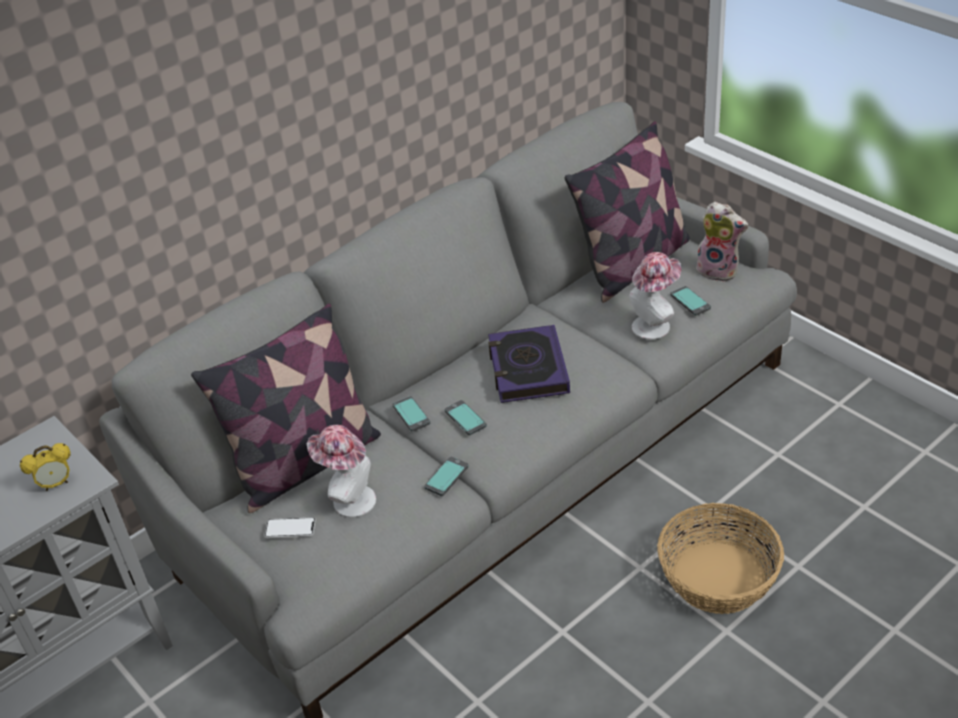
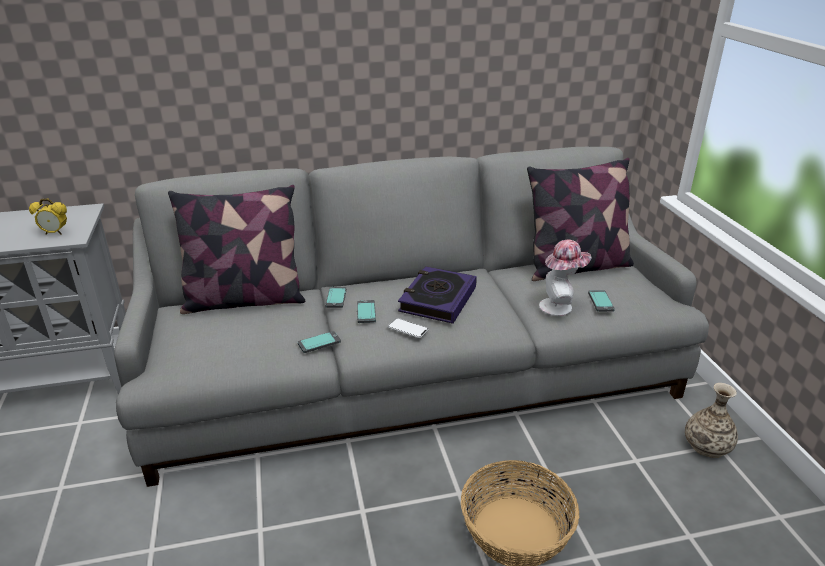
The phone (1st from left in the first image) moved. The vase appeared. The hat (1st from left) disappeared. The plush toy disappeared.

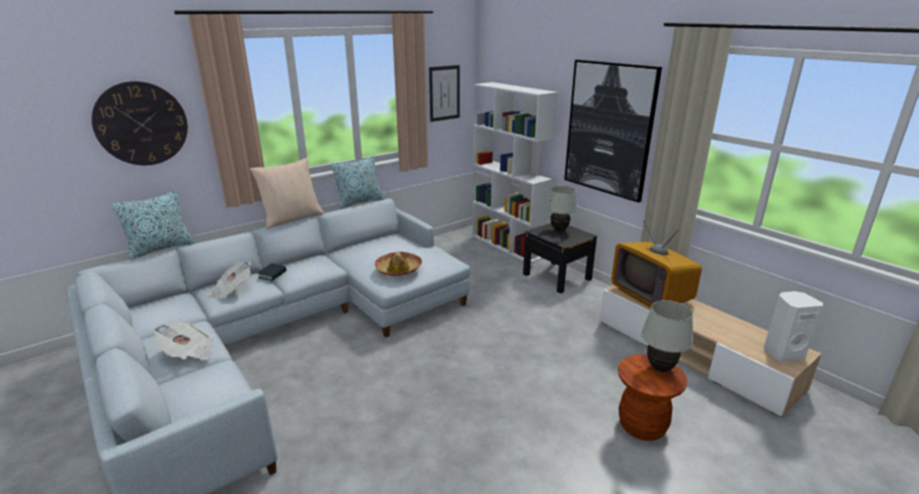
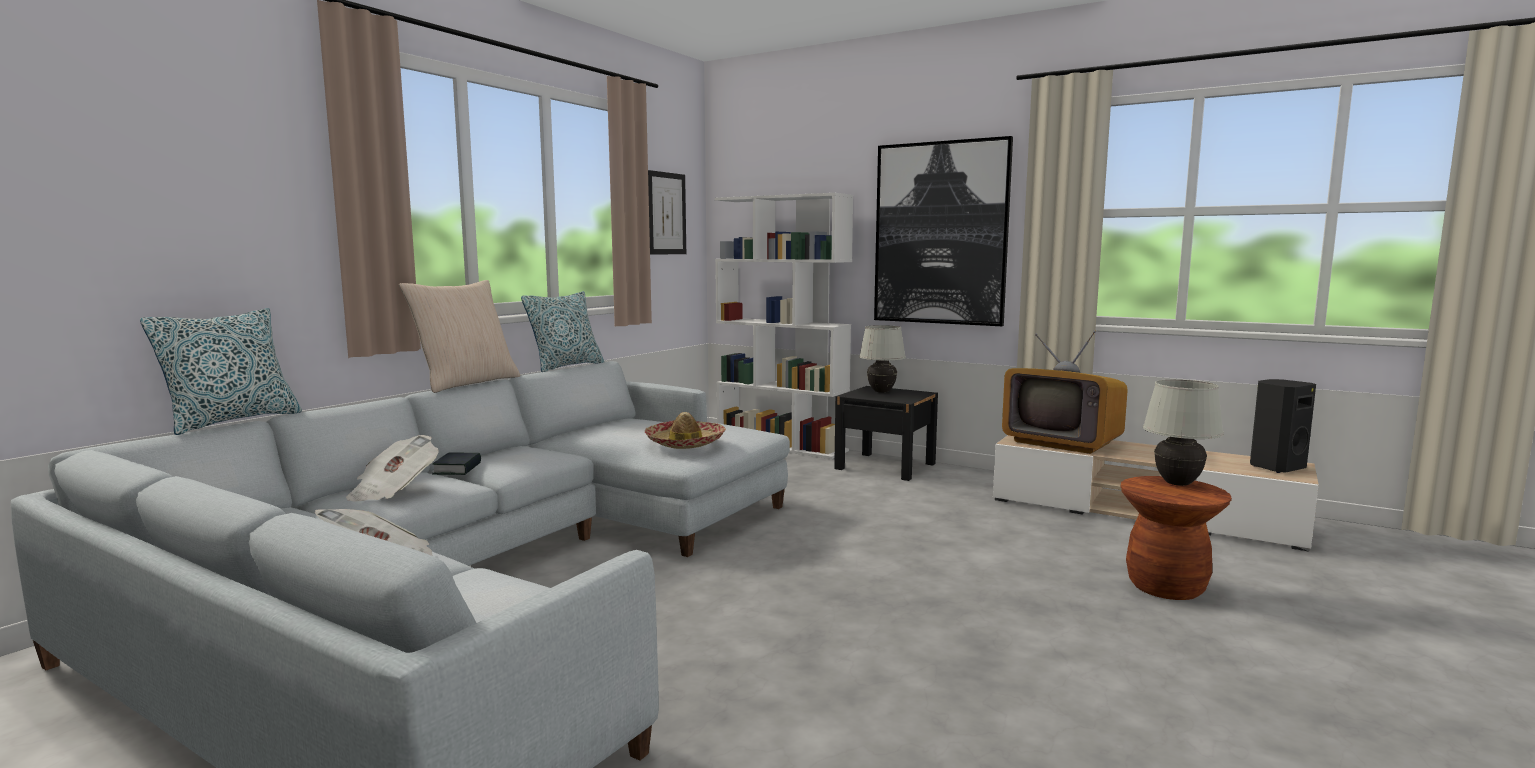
The white speaker became the black speaker. The wall clock disappeared.

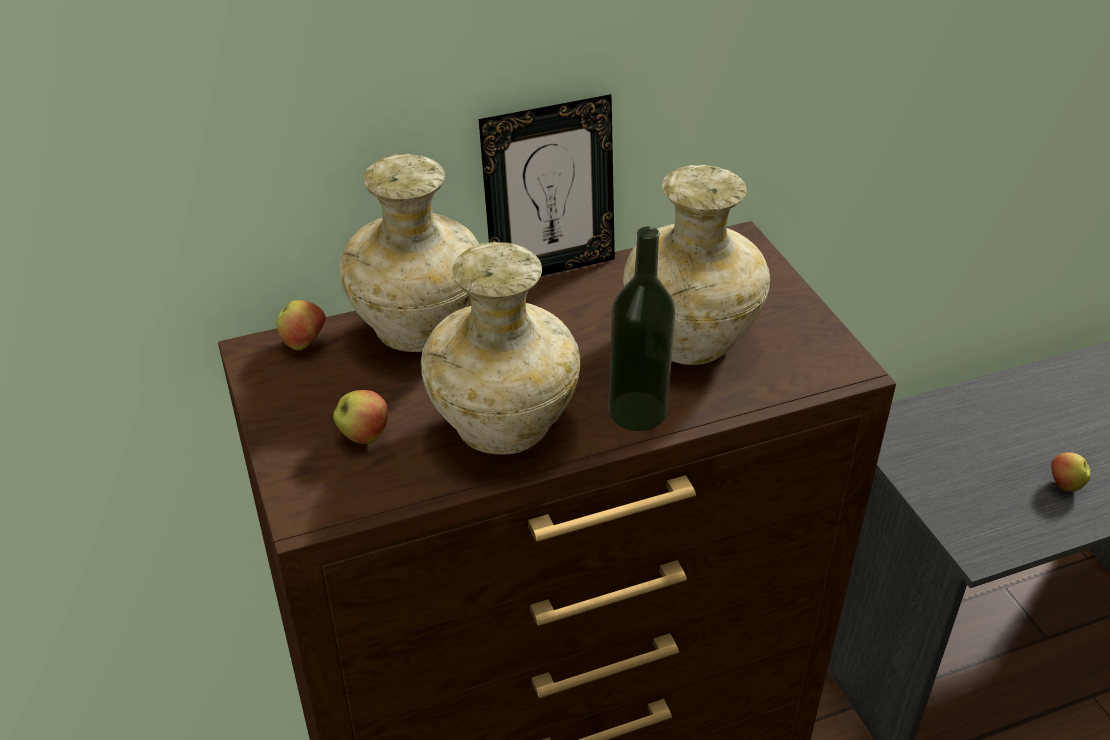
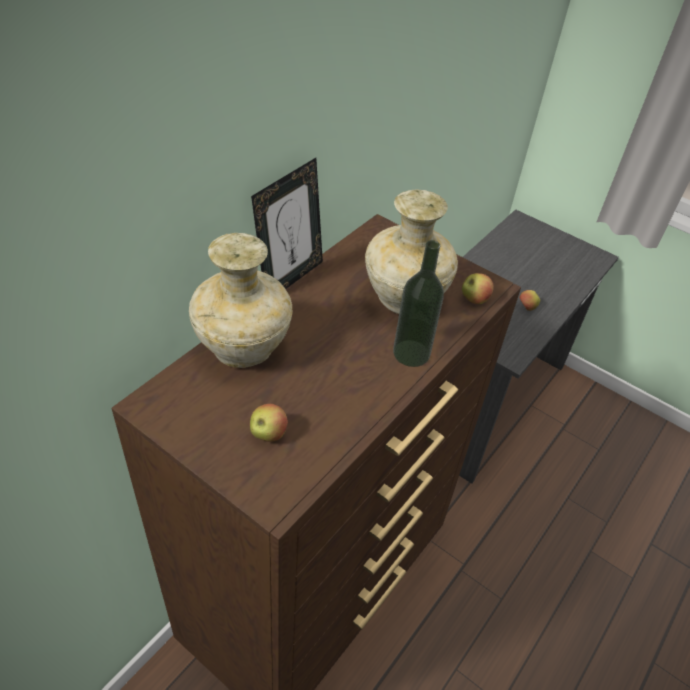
The apple (1st from left in the first image) moved. The beige vase (2nd from left) disappeared.

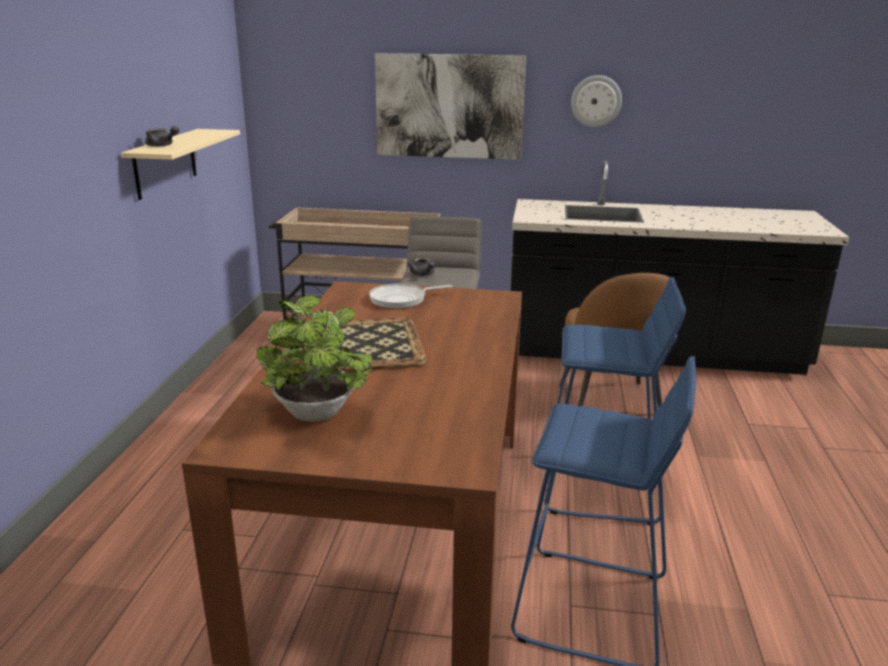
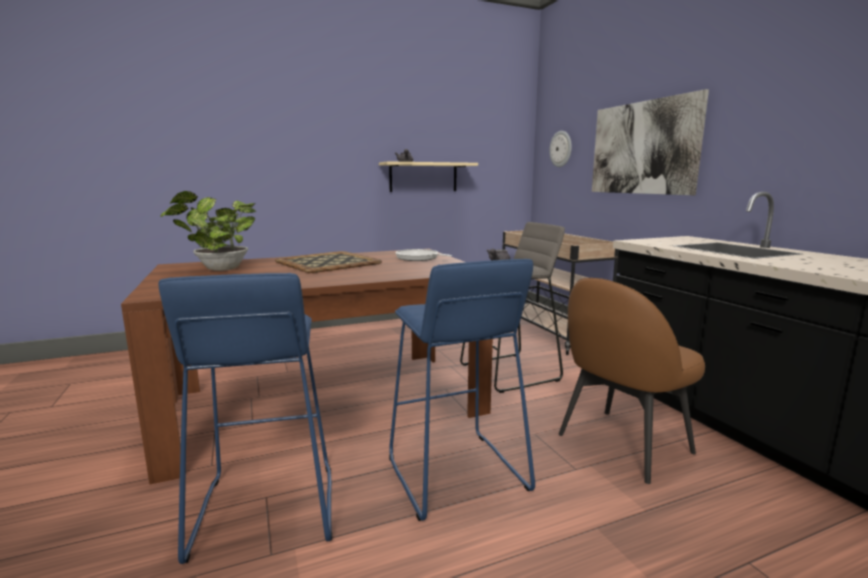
The wall clock moved.

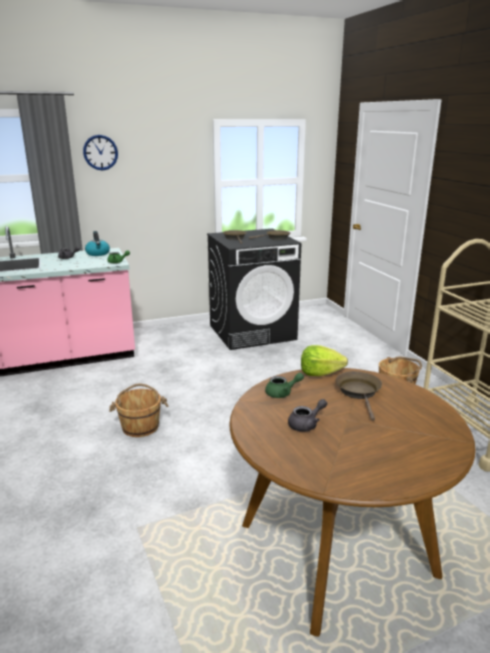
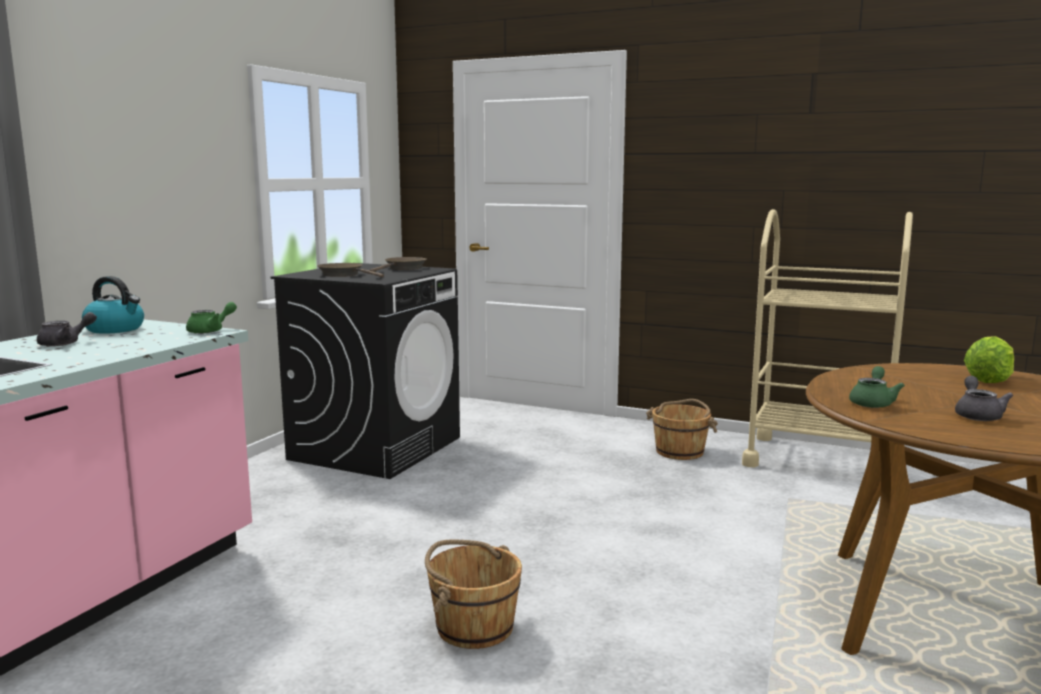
The lettuce moved. The wall clock disappeared. The brown frying pan (3rd from left) disappeared.

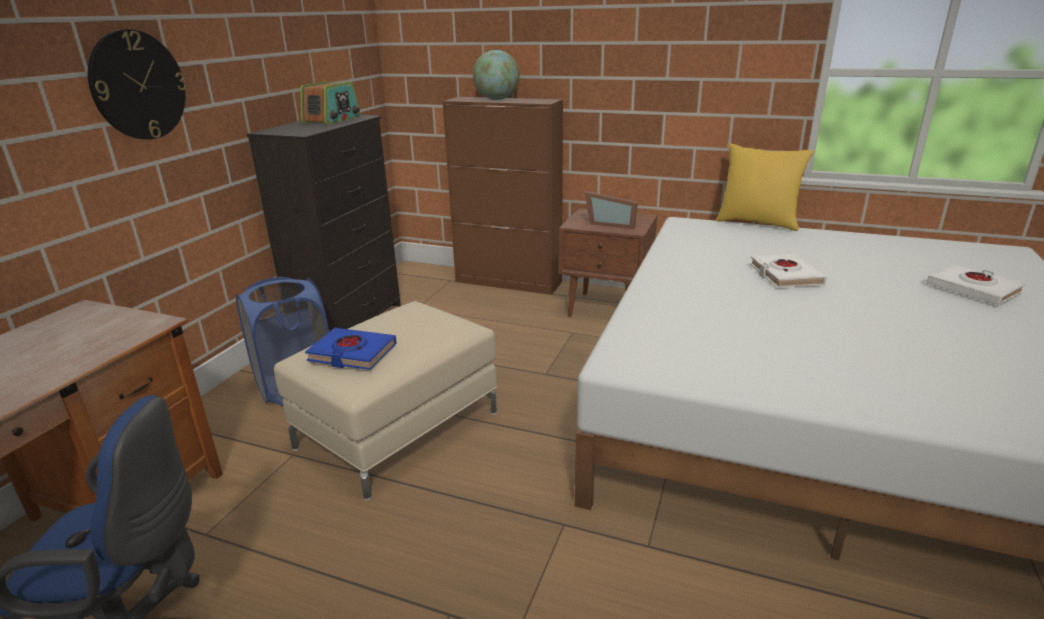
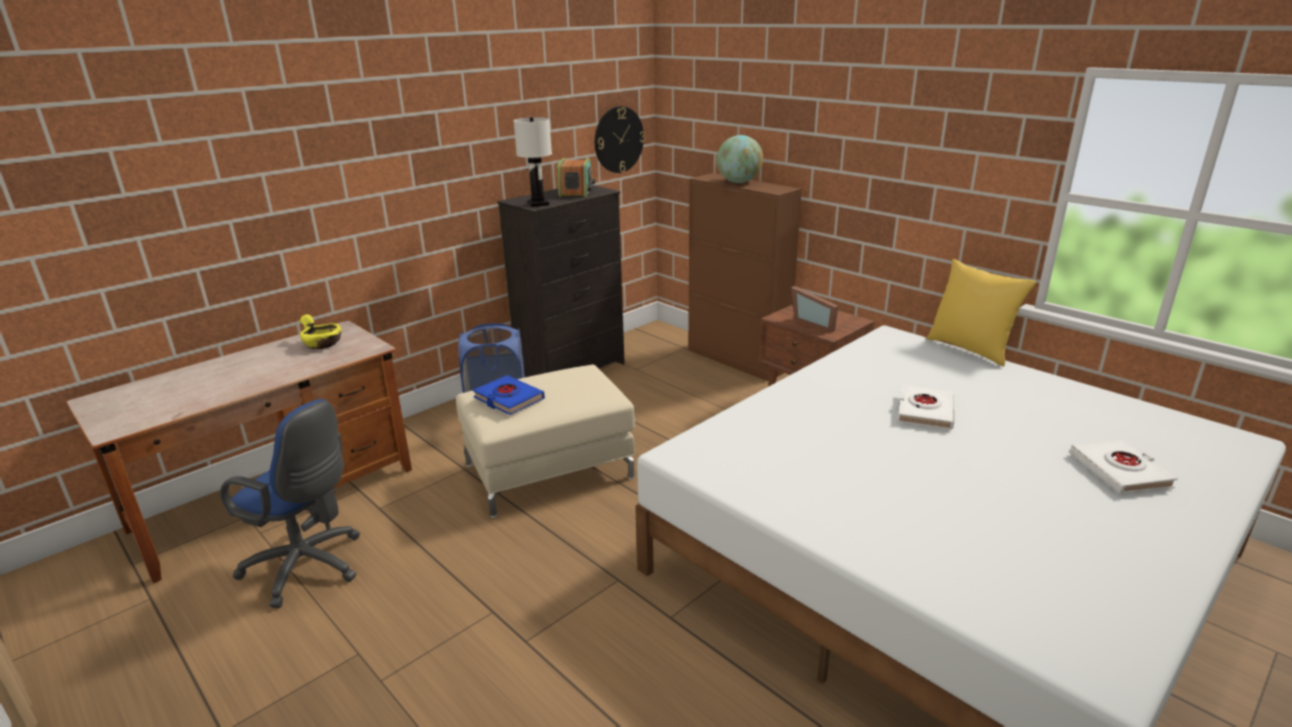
The yellow bowl appeared. The white table lamp appeared. The radio turned 45 degrees counterclockwise. The wall clock moved.

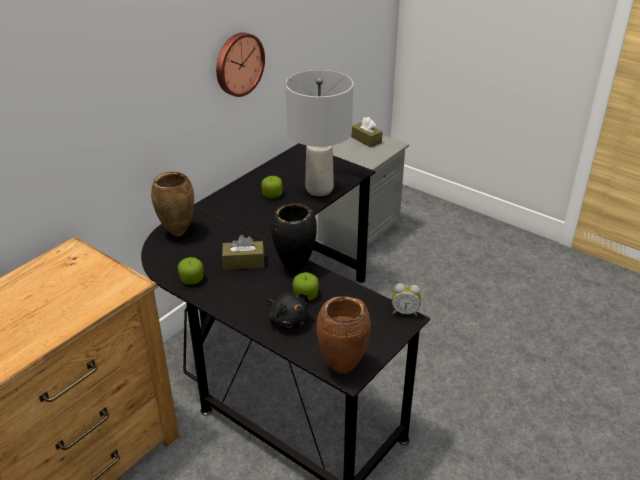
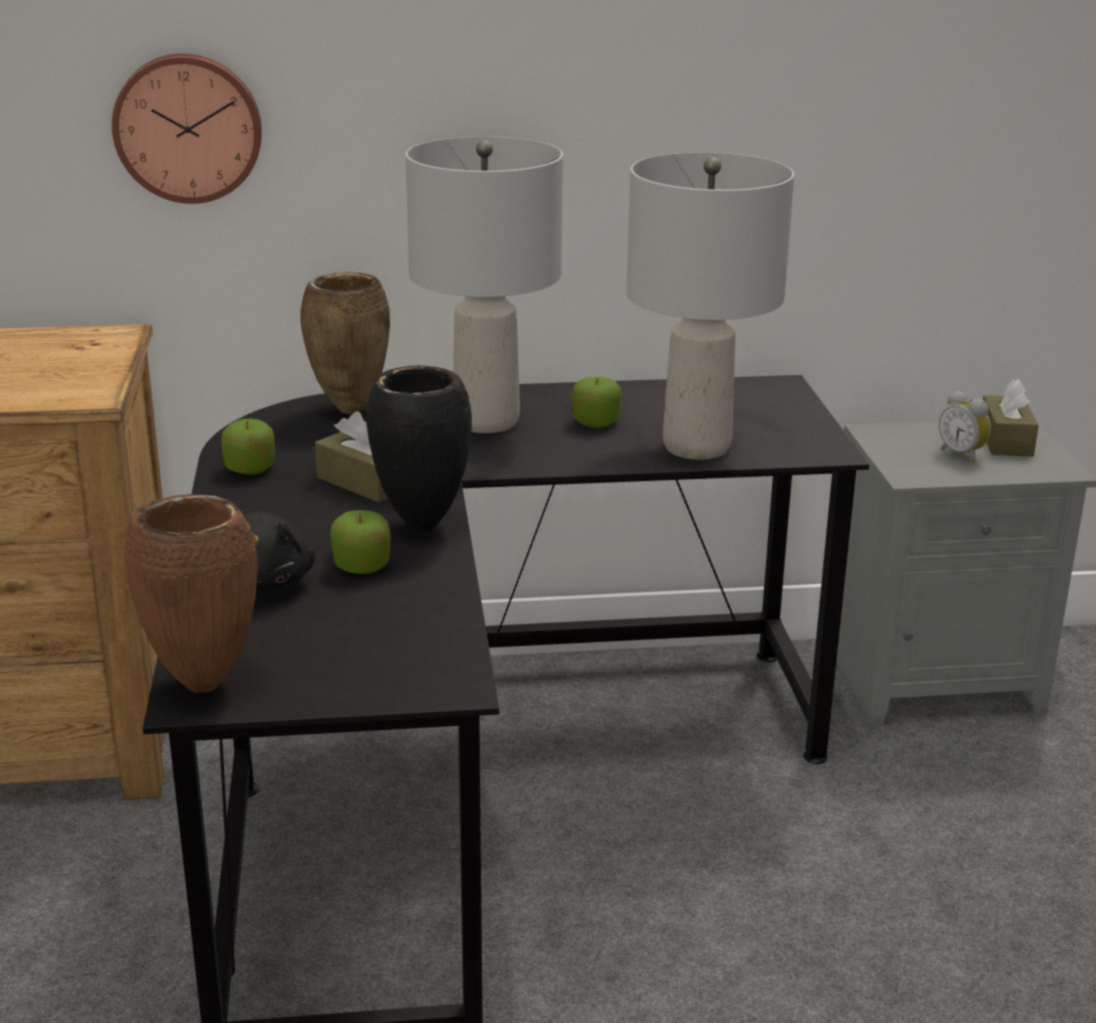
The wall clock moved. The grey table lamp (1st from left) appeared. The alarm clock moved.

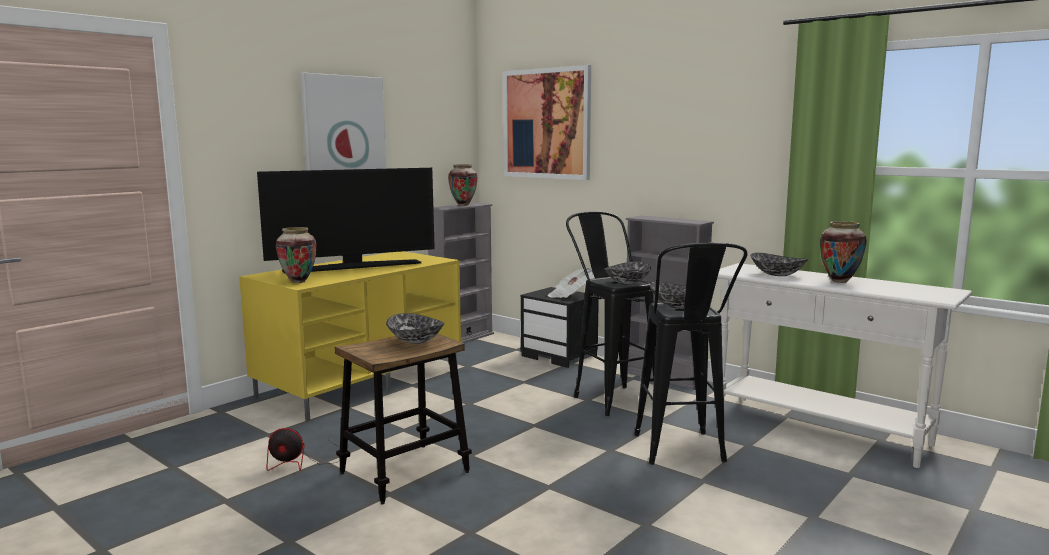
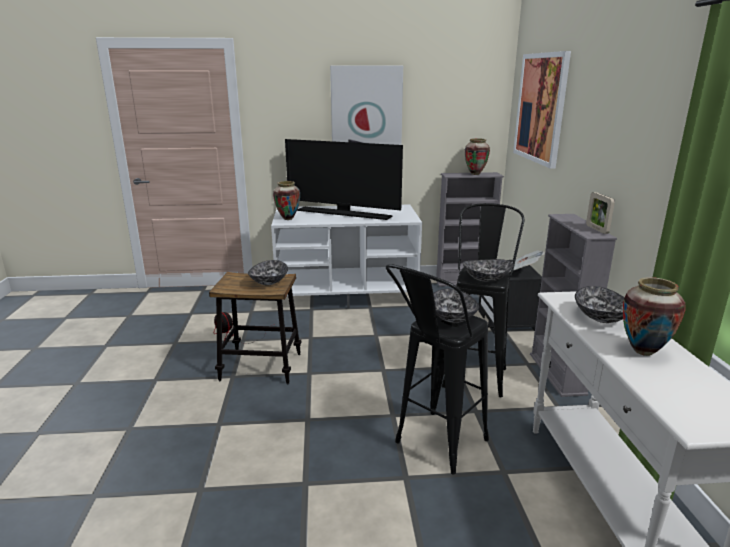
The yellow tv stand became the white tv stand. The picture frame appeared.

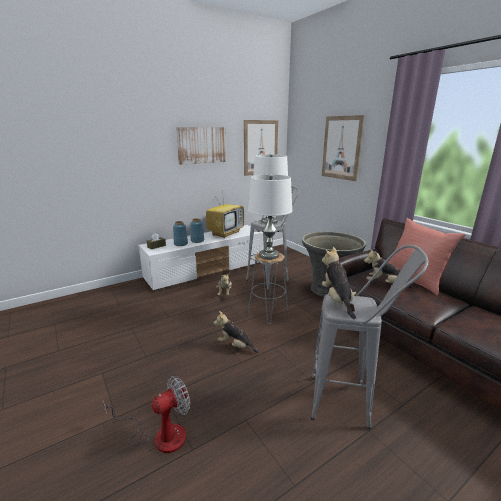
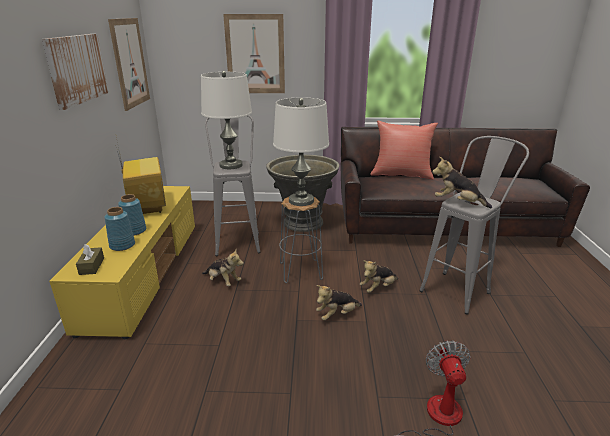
The white tv stand became the yellow tv stand. The plush toy (4th from left in the first image) moved.

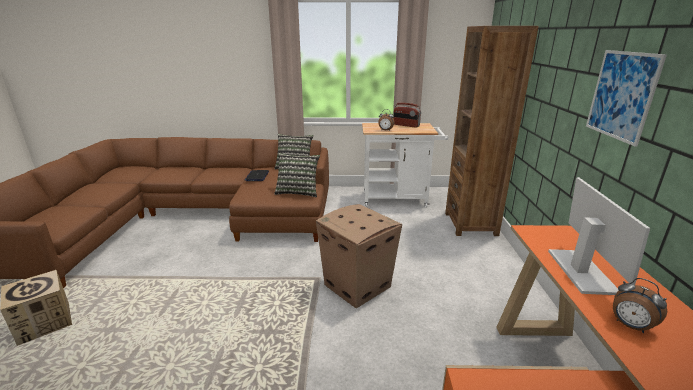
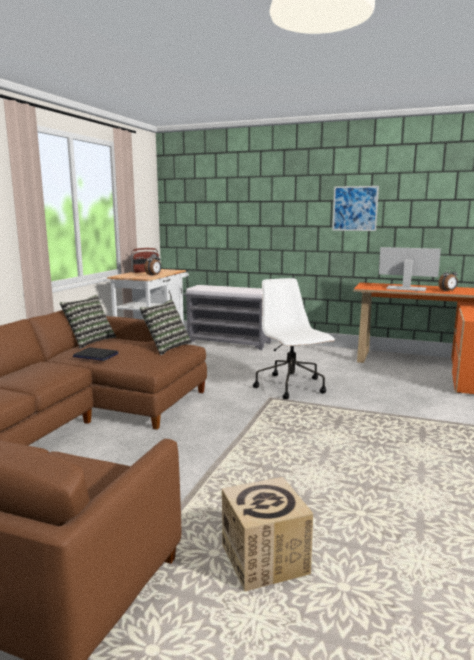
The brown bookcase was replaced by the grey bench. The cardboard box (2nd from left) was replaced by the white office chair.

